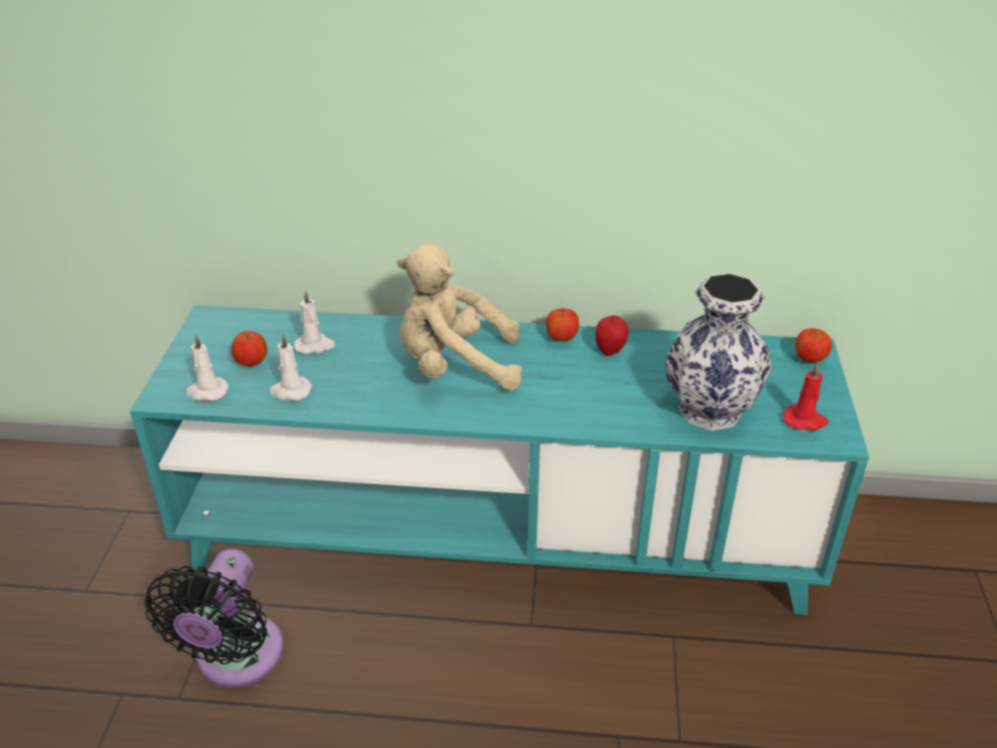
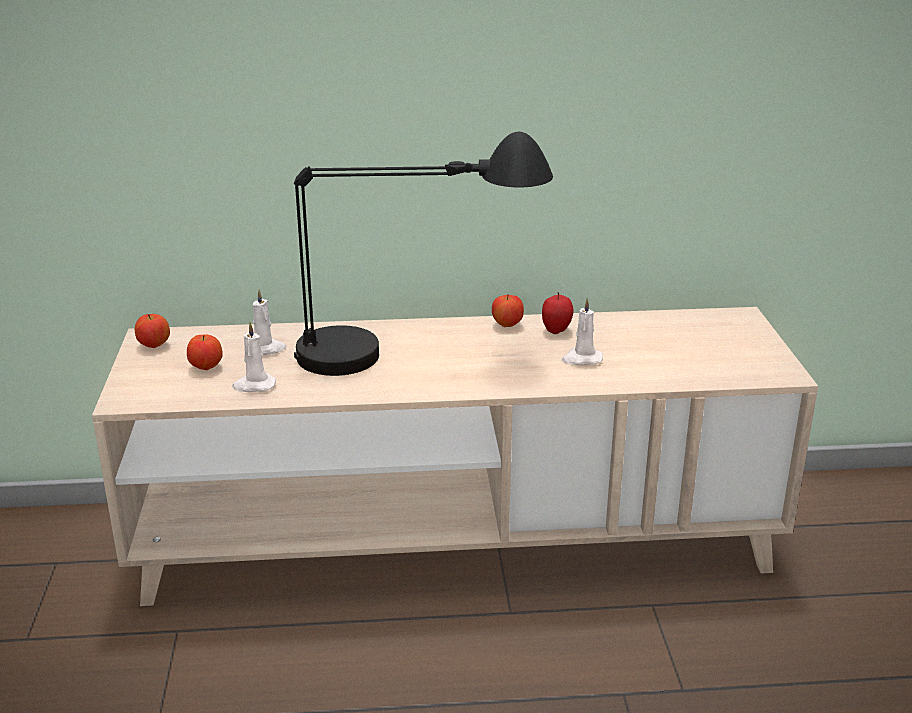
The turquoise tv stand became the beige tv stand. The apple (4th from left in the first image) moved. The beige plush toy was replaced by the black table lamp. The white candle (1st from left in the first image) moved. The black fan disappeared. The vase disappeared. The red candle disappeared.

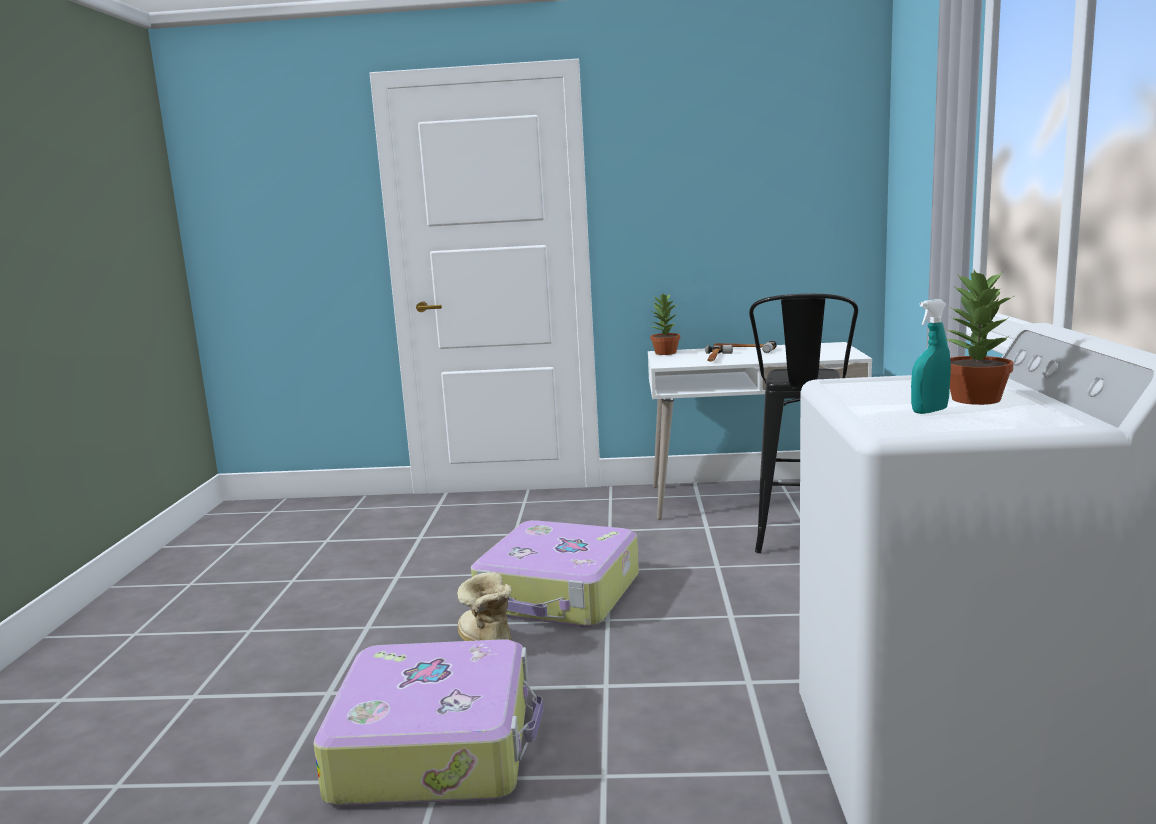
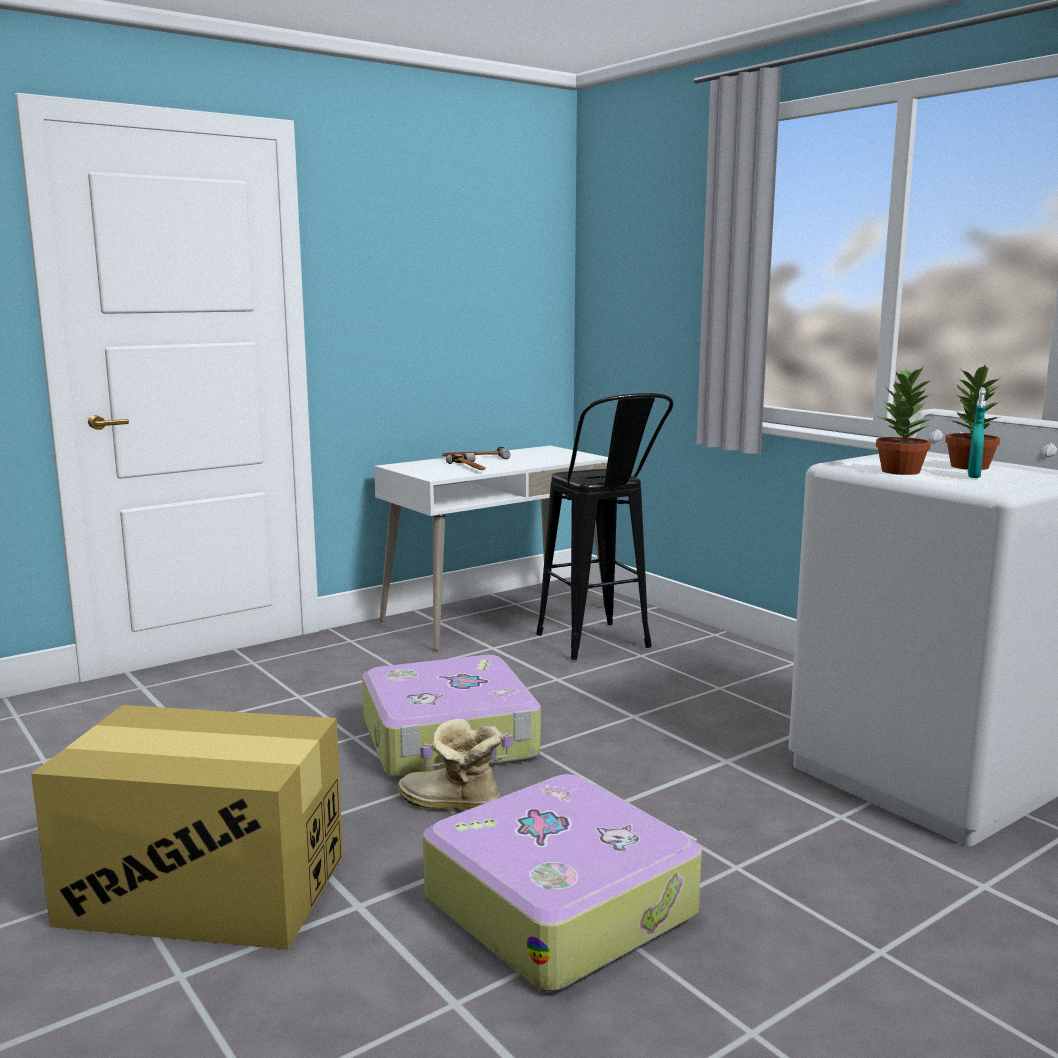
The cardboard box appeared. The potted plant (1st from left) moved.

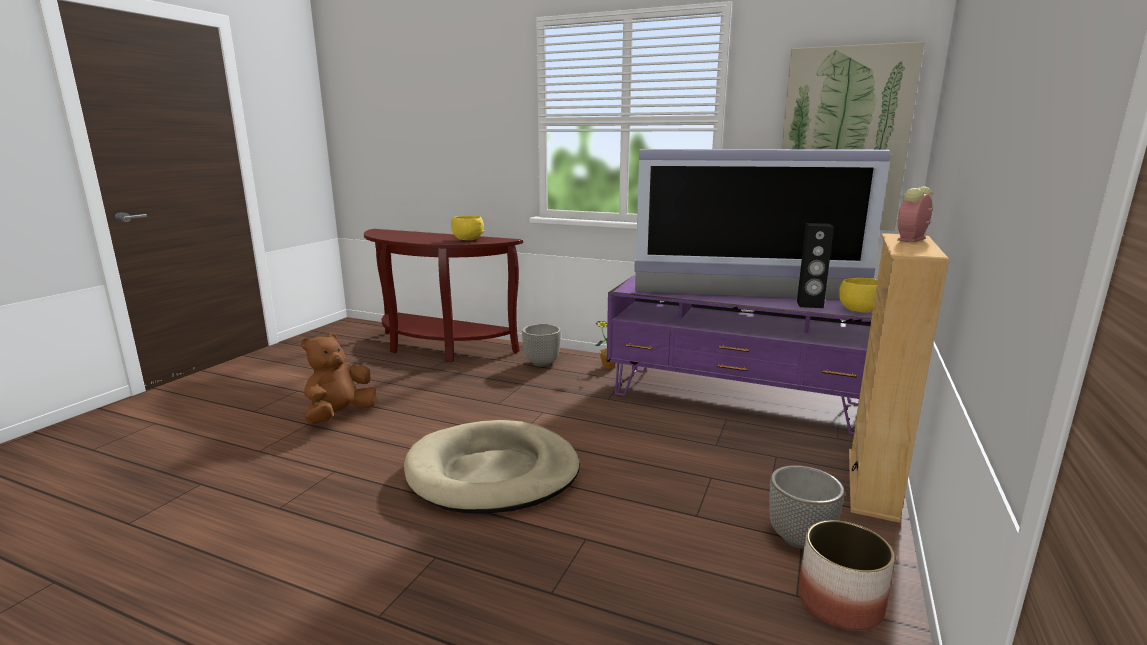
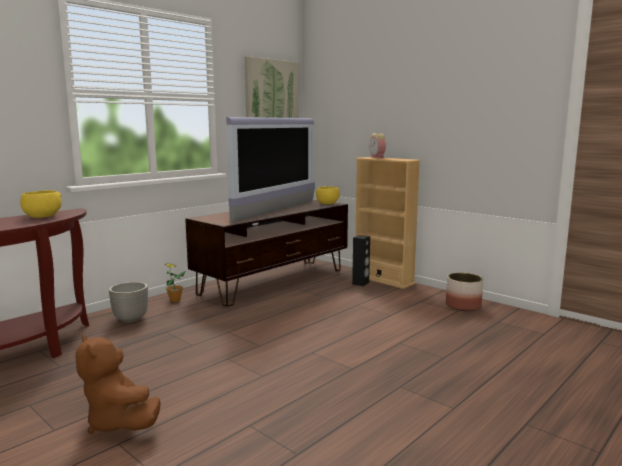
The purple tv stand became the brown tv stand. The black speaker moved. The beige dog bed disappeared. The planter (2nd from left) disappeared.

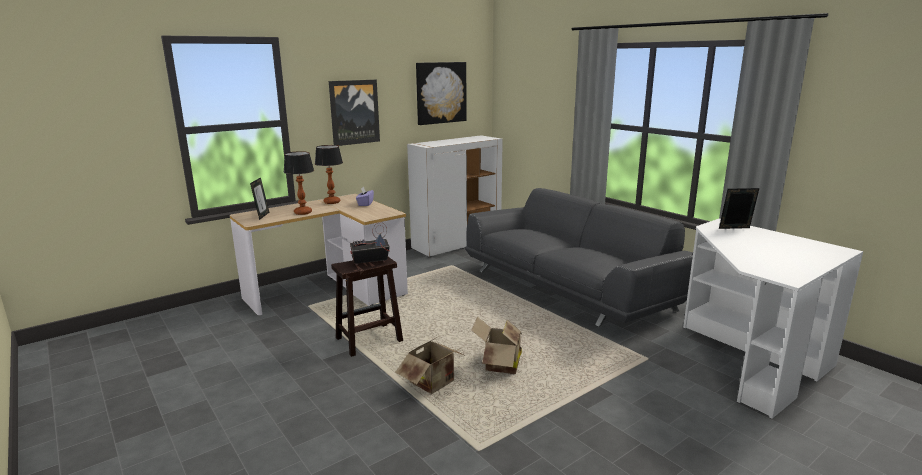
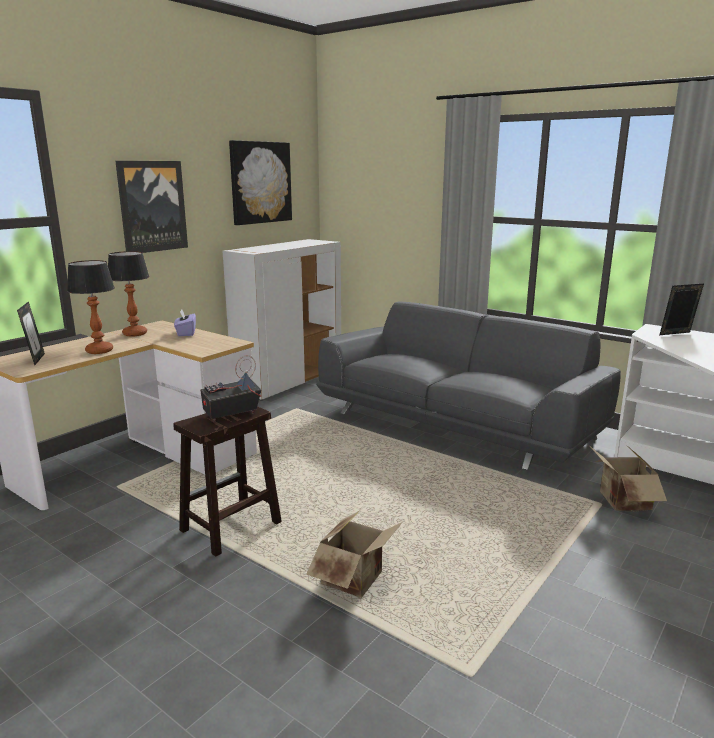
The cardboard box (2nd from left) moved.

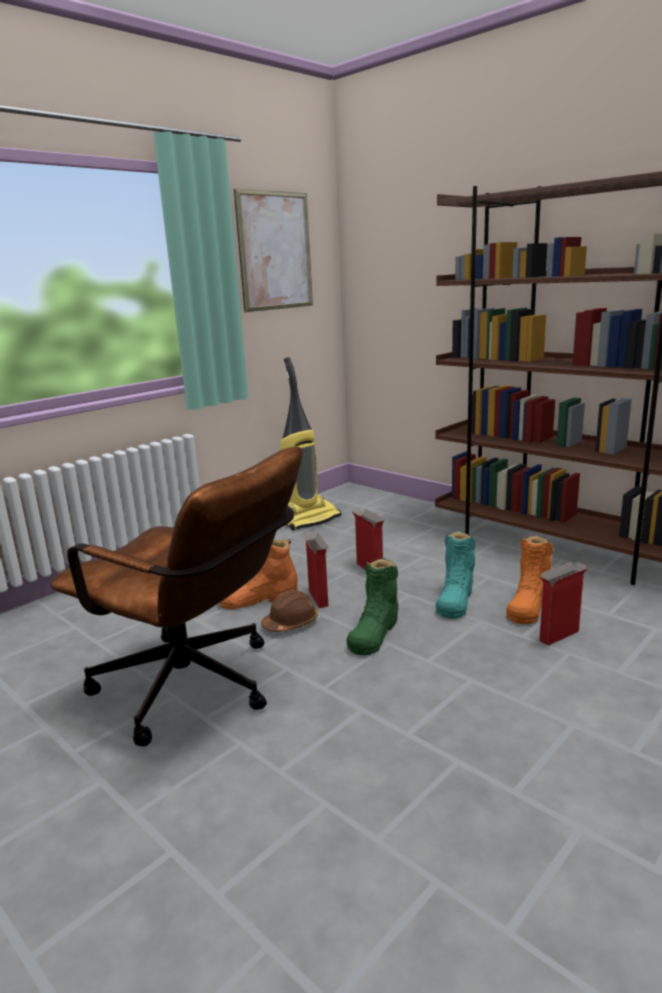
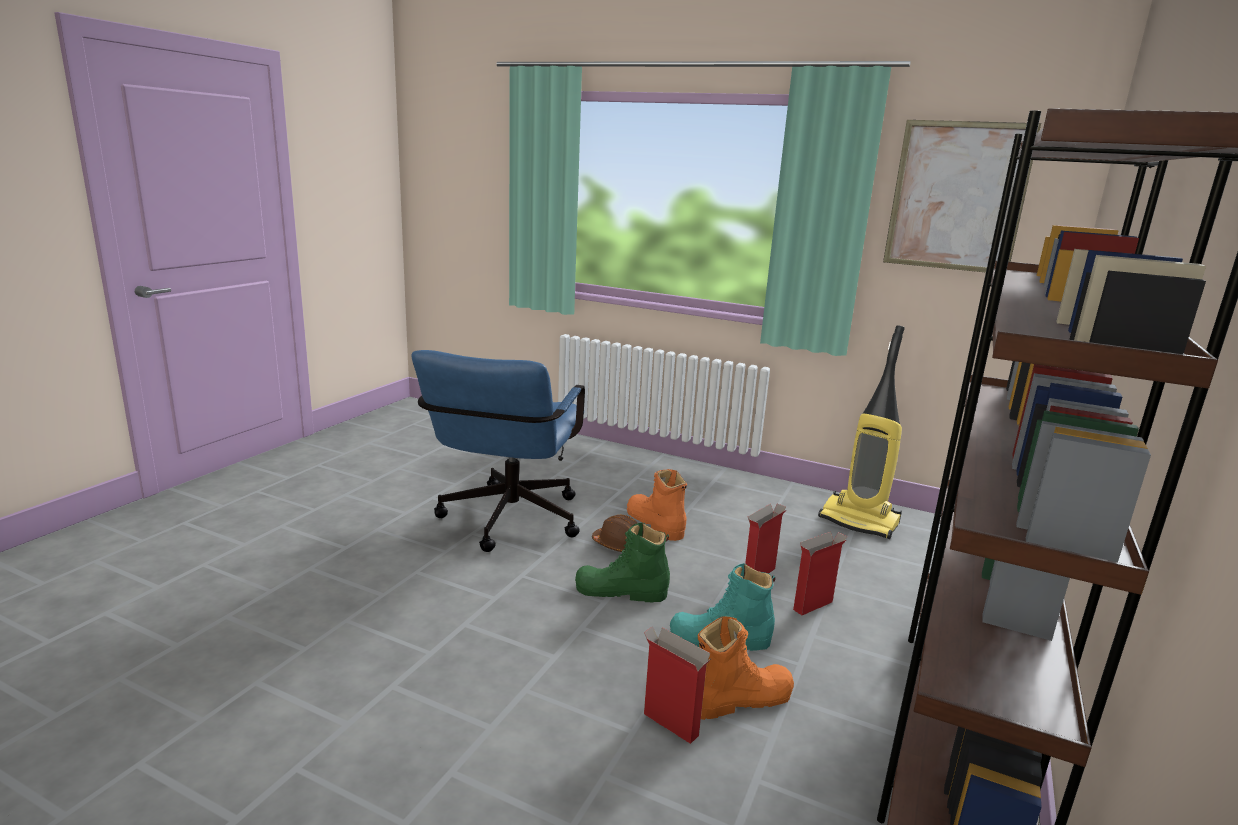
The brown office chair became the blue office chair. The orange boot (2nd from left) turned 150 degrees clockwise. The cardboard box (1st from left in the first image) moved.

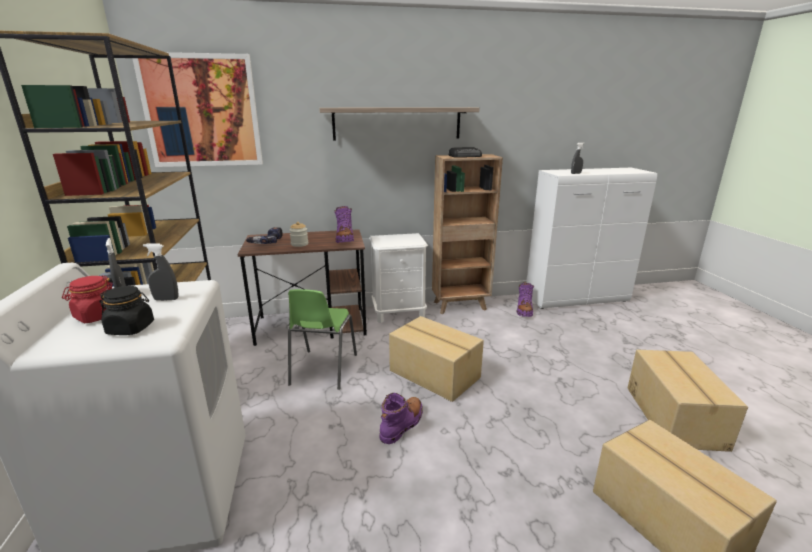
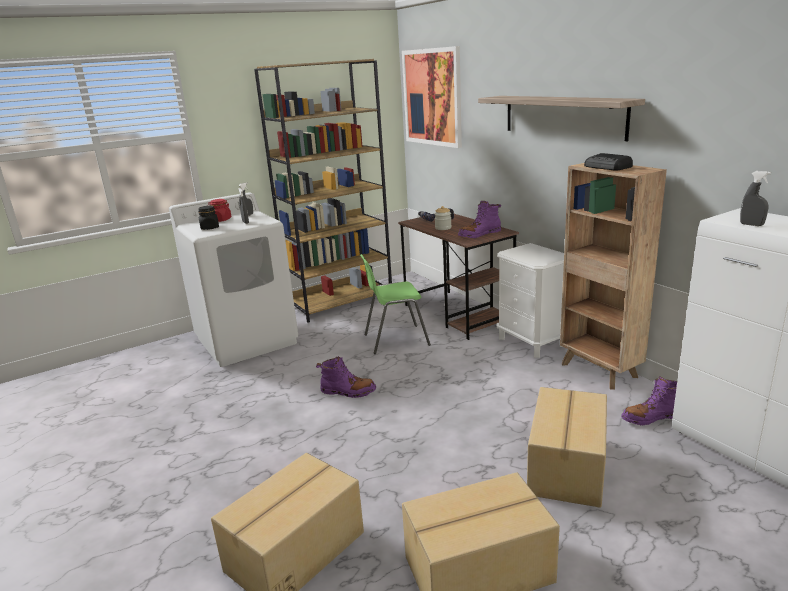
The cardboard box (1st from left in the first image) moved.

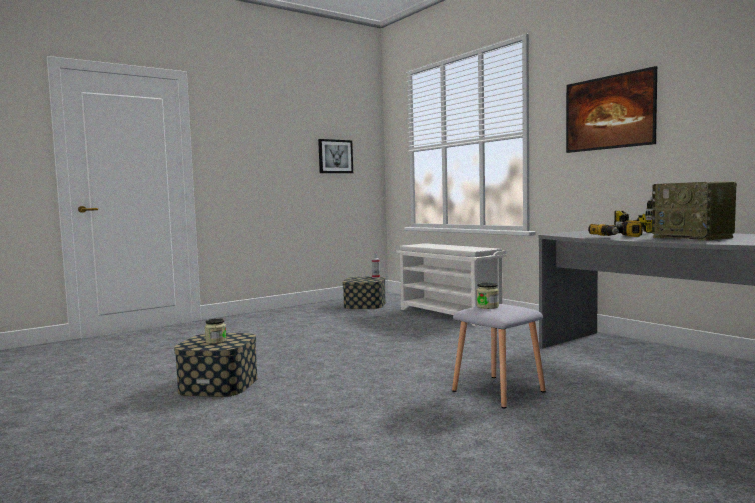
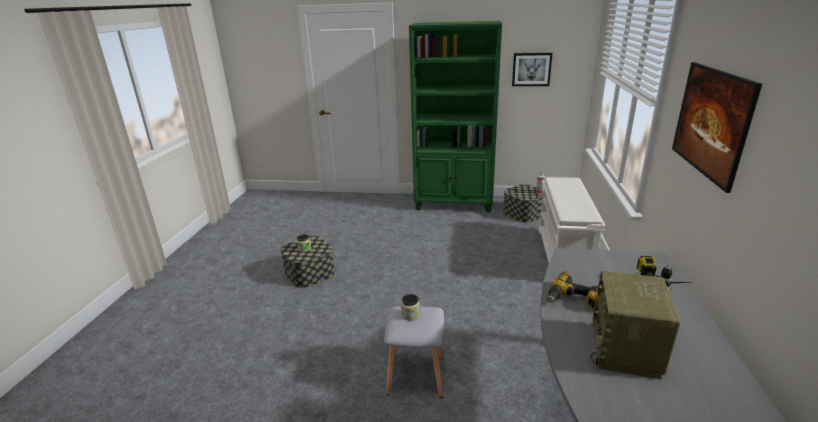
The green bookcase appeared.

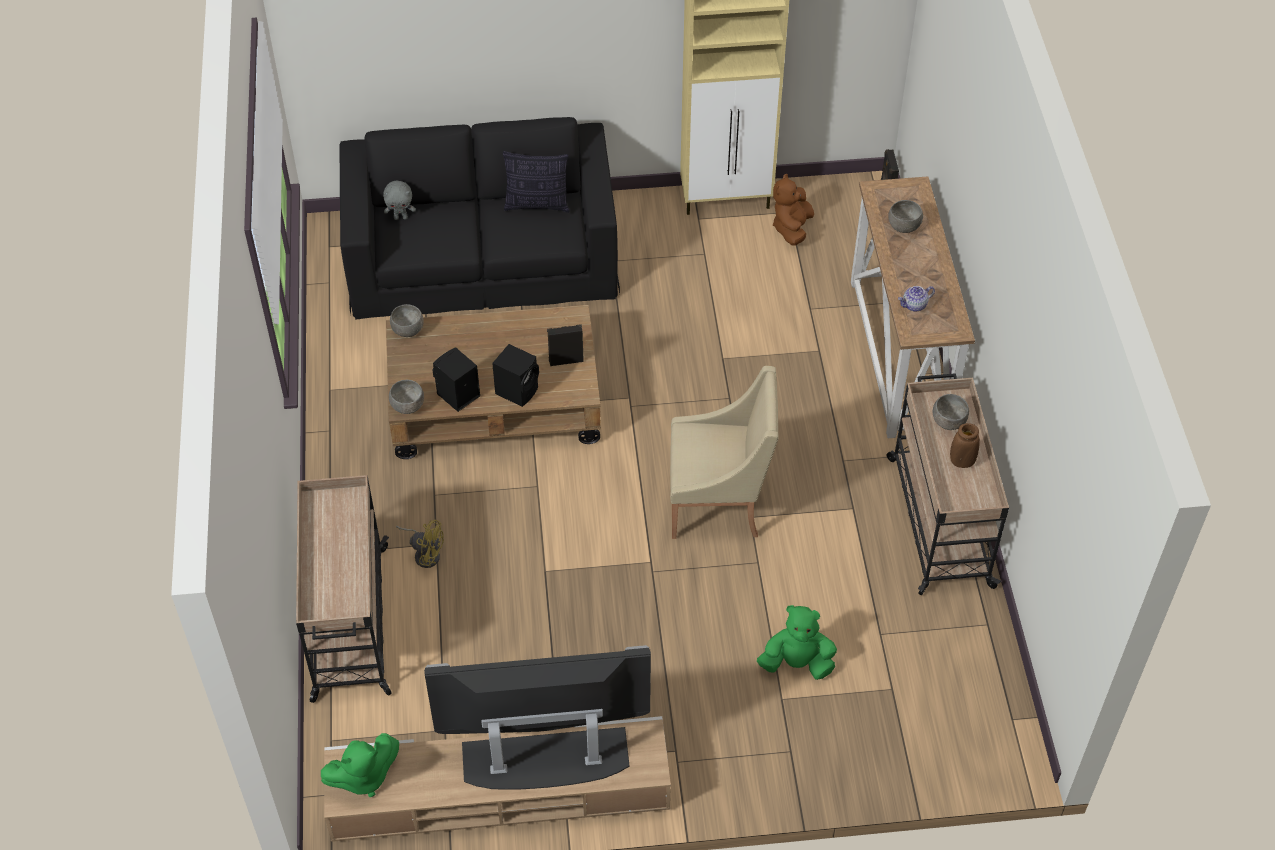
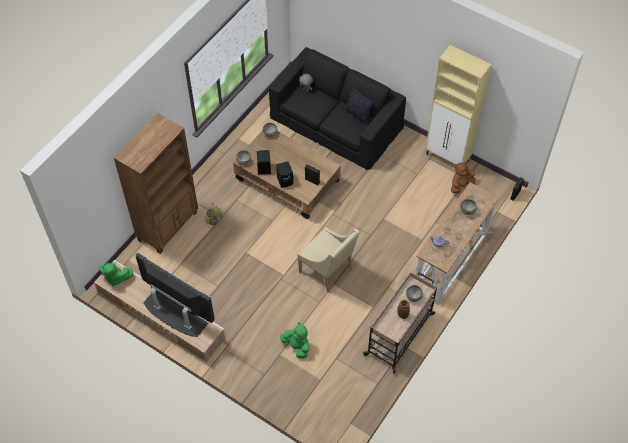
The beige cart (1st from left) was replaced by the brown bookcase.

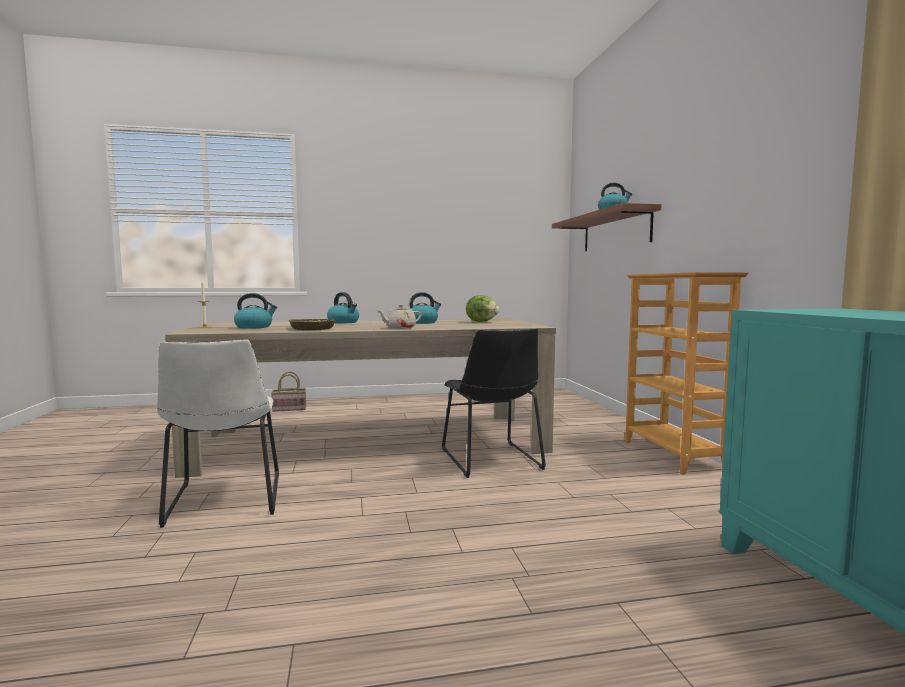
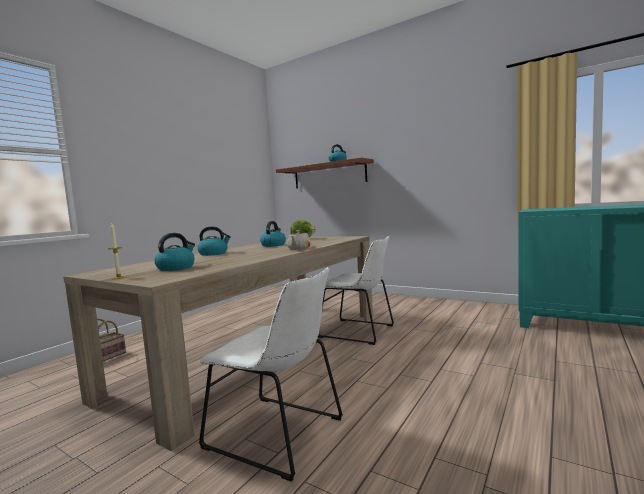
The black chair became the white chair (2nd from left). The bowl disappeared. The bookcase disappeared.

